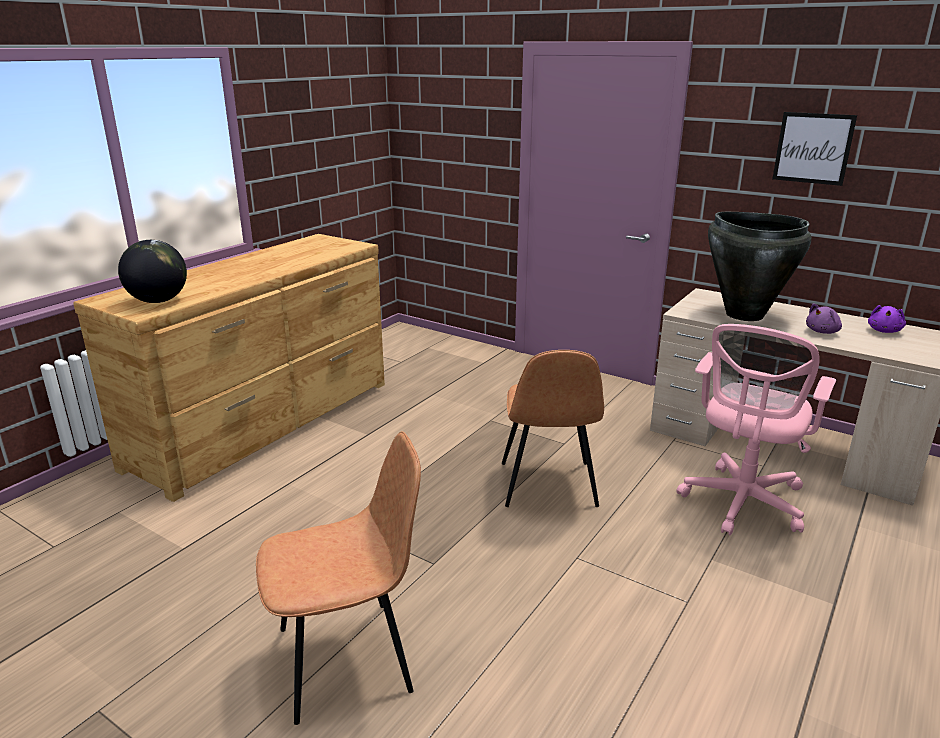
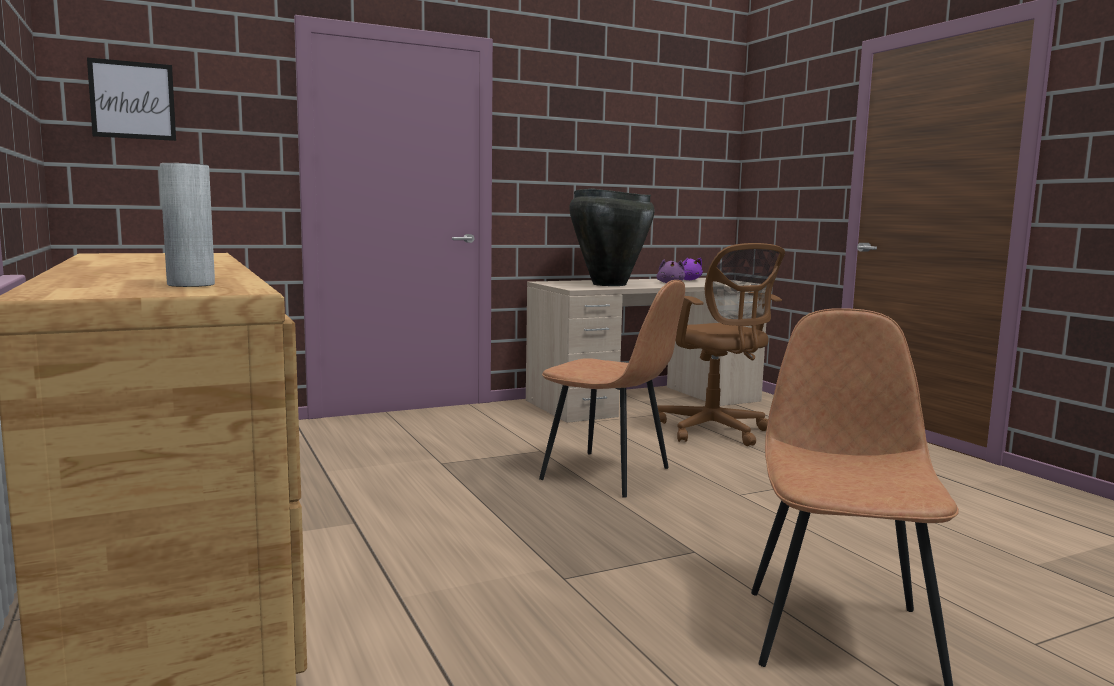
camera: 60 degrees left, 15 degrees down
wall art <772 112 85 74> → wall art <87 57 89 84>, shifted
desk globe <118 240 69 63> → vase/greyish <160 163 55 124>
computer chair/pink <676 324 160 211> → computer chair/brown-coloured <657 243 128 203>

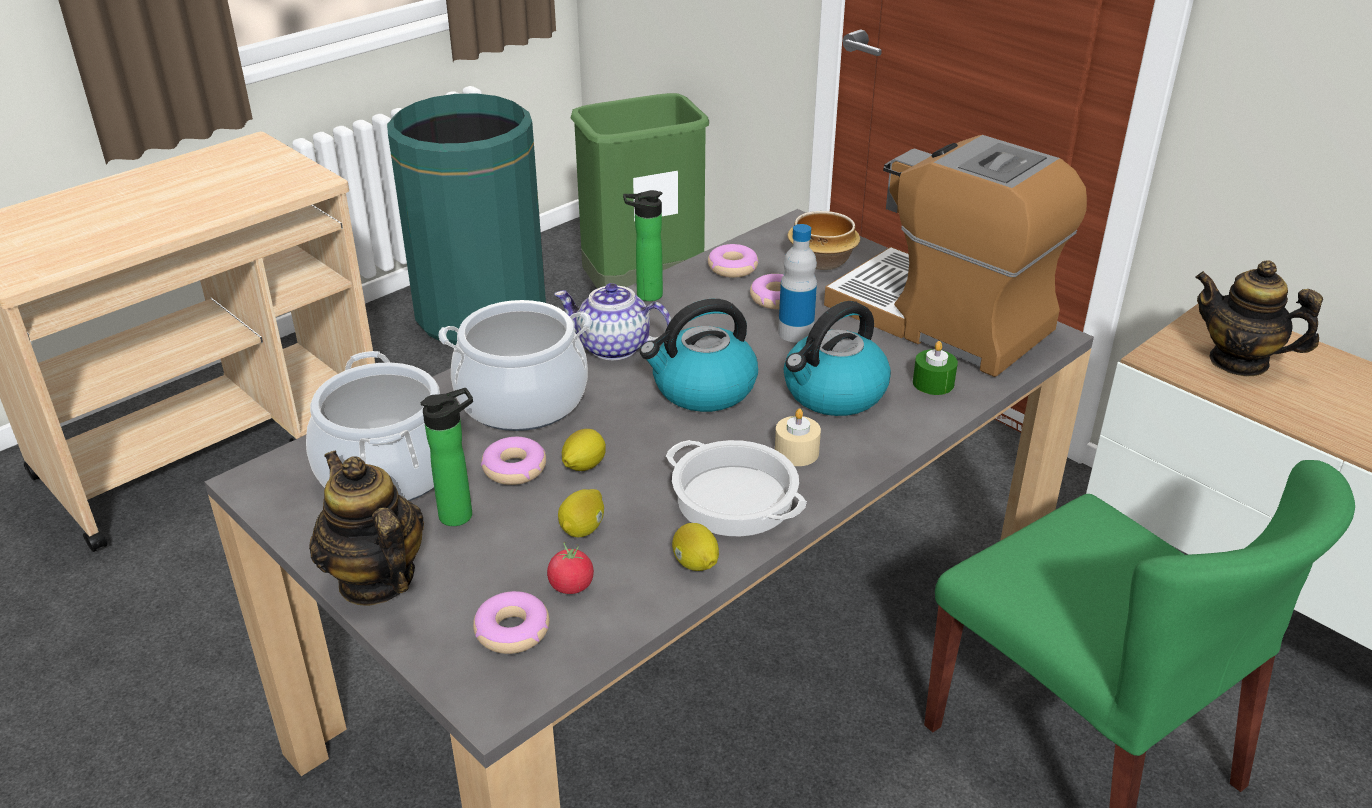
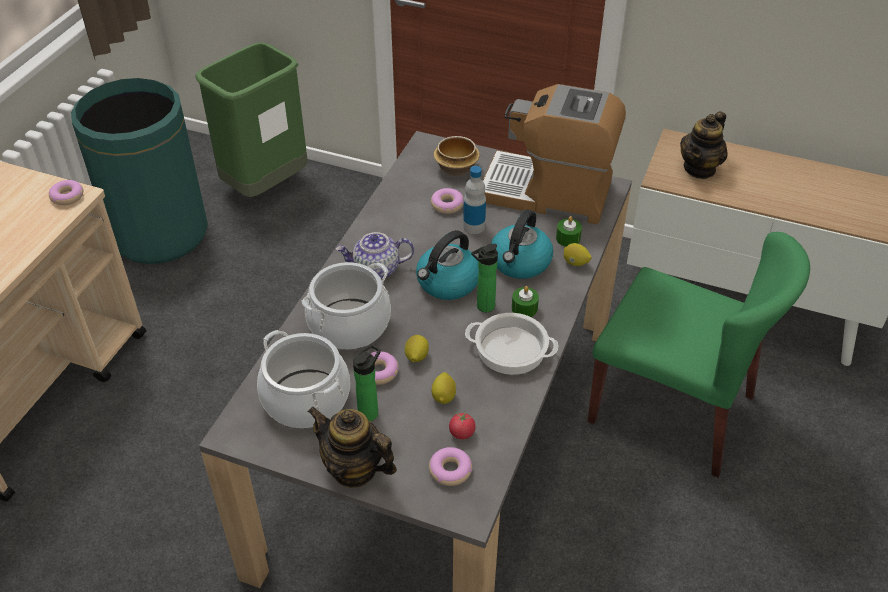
camera: 25 degrees left, 10 degrees up
doughnut <708 244 50 34> → doughnut <49 180 34 25>, shifted
bottle <623 190 40 111> → bottle <471 244 27 68>, shifted
wax candle/beige-coloured <775 408 46 58> → wax candle/green <512 286 27 31>
whole lemon <672 523 47 48> → whole lemon <564 243 28 23>, shifted
pot for tea <1195 260 128 116> → pot for tea <680 111 48 68>, 60 degrees counterclockwise

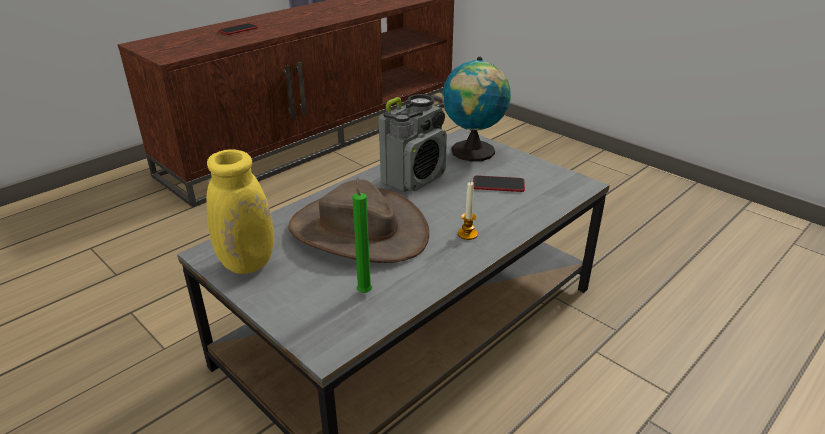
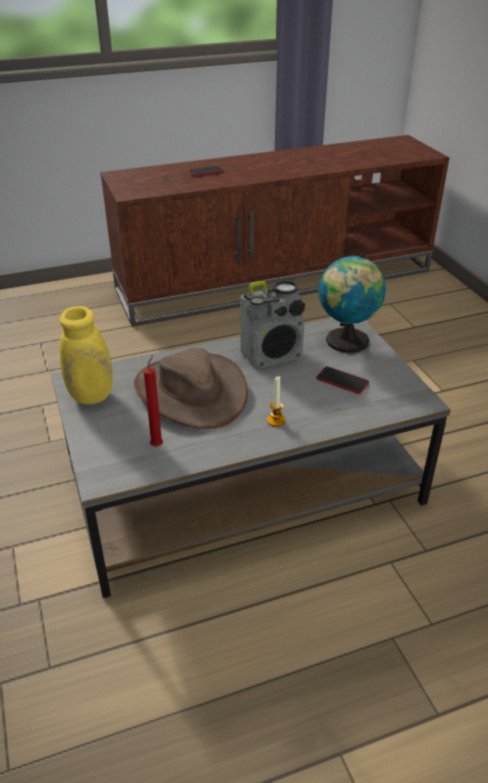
camera: 25 degrees right, 5 degrees up
wax candle/green <352 177 20 116> → wax candle/red <143 355 20 91>

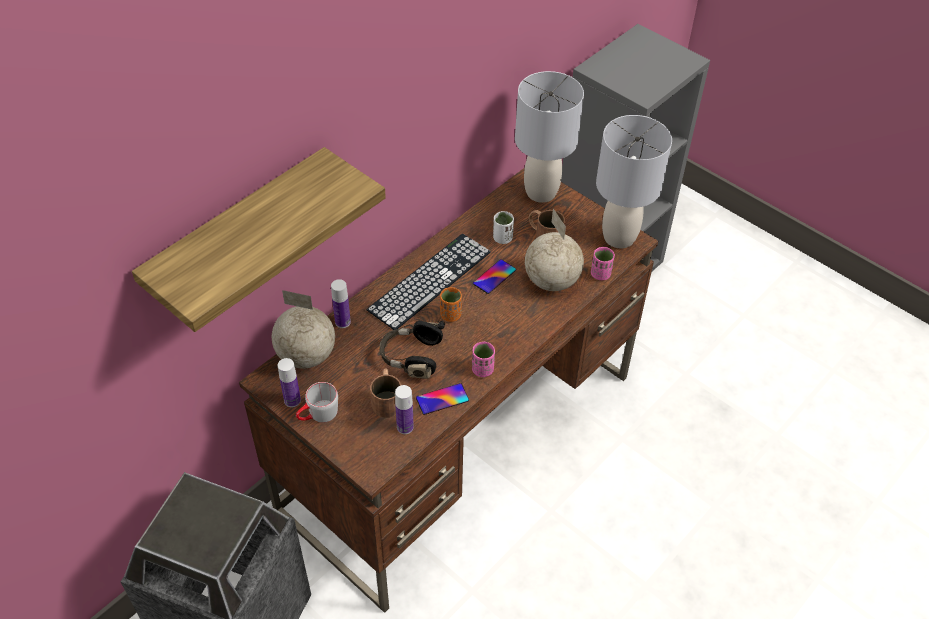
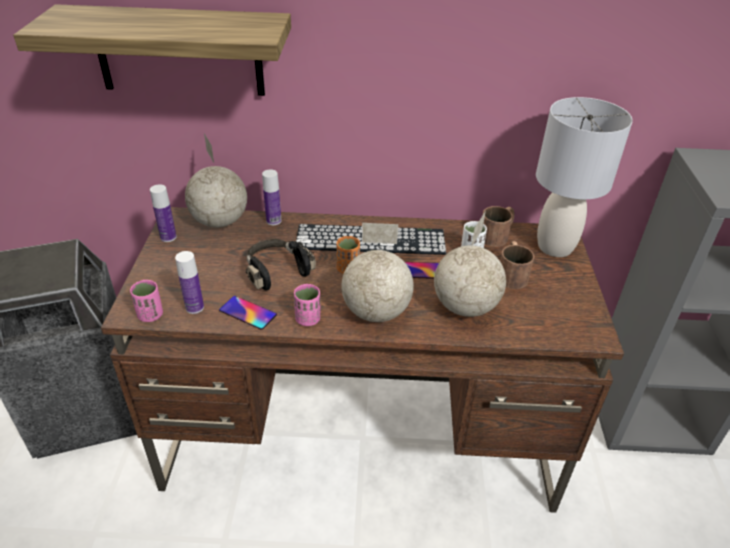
camera: 50 degrees right, 10 degrees down
drinking cup/pink <591 247 24 33> → drinking cup/pink <130 280 33 42>, shifted
- → desk globe <341 223 73 99>
tea mug/brown-coloured <370 368 31 50> → tea mug/brown-coloured <482 206 32 41>, shifted
tea mug/greyish <296 382 42 41> → -
tabletop lamp/greyish <596 115 76 133> → -

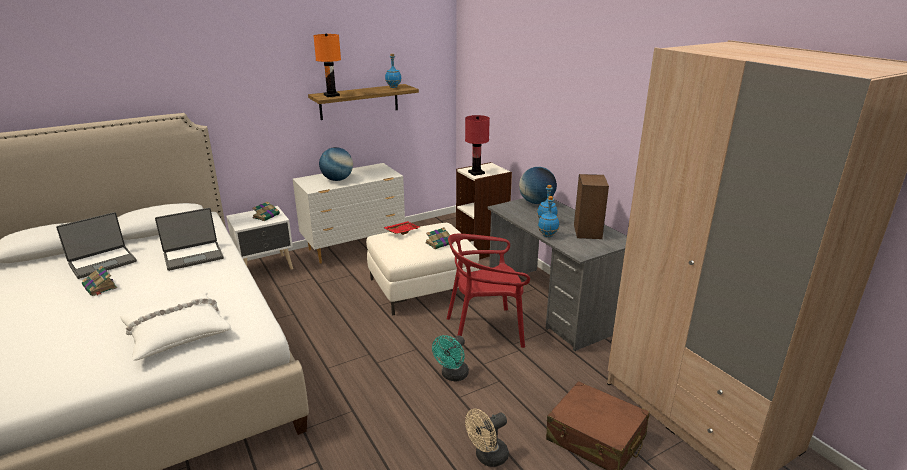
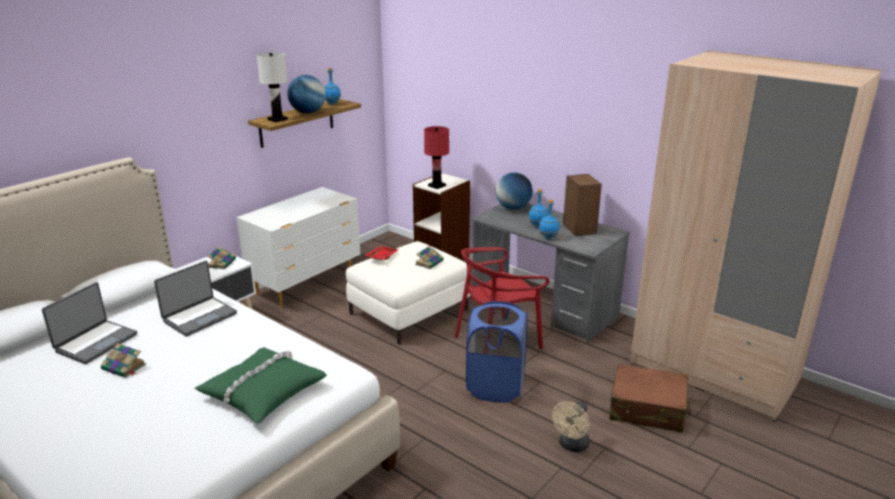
camera: 20 degrees left, 0 degrees up
pillow/whitish <120 292 111 69> → pillow/green <195 347 132 77>
tabletop lamp/orangey <313 34 28 63> → tabletop lamp/whitish <257 52 31 70>
desk globe <319 147 34 34> → desk globe <287 75 38 38>, shifted
fan/turquoise-coloured <432 335 37 47> → washing basket/blue <466 301 62 102>

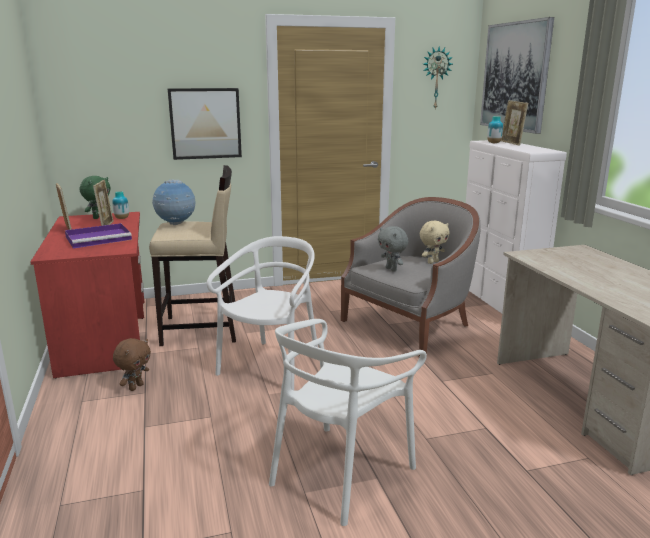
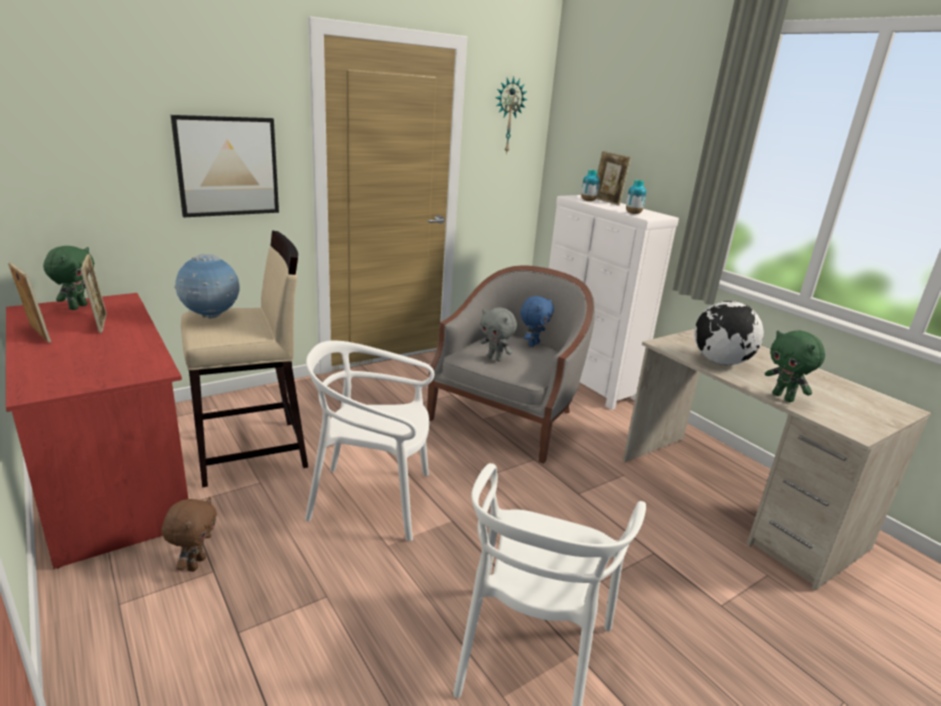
camera: 20 degrees left, 5 degrees up
upright chair/whitish <207 236 111 154> → upright chair/whitish <305 340 129 201>, 90 degrees counterclockwise
plush toy/beige-coloured <420 221 30 43> → plush toy/blue <520 296 34 51>
vase <113 191 16 28> → vase <626 180 20 34>, shifted
- → desk globe <694 301 70 64>
- → plush toy/green <765 331 60 71>
tray/purple <65 223 67 26> → -
wall art <480 17 74 117> → -

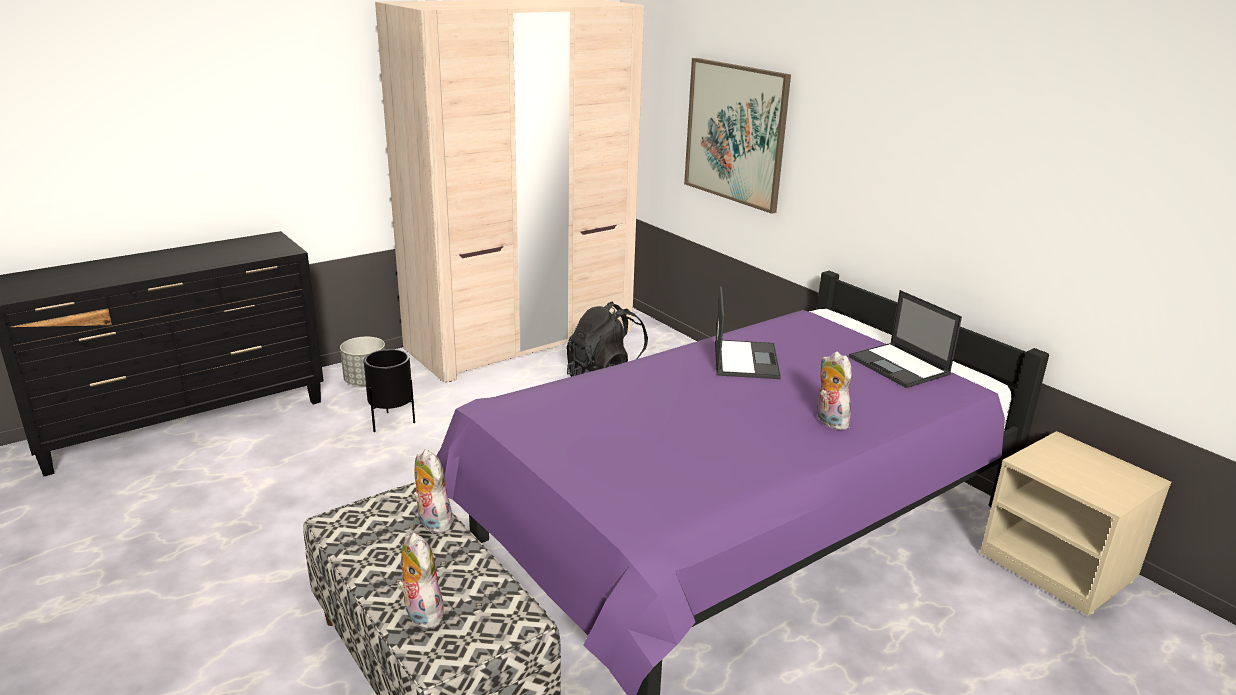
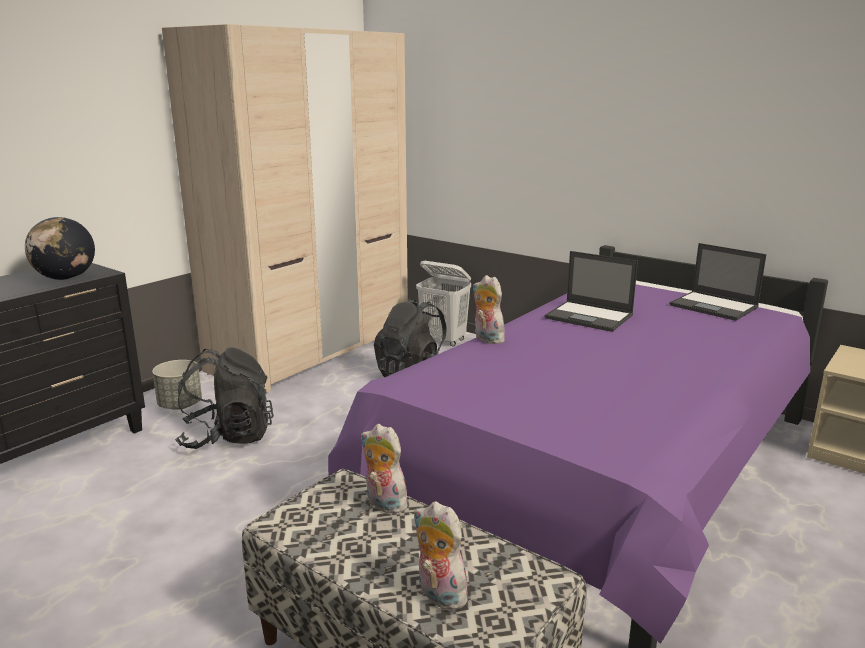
camera: 15 degrees left, 5 degrees down
- → desk globe <25 217 70 63>
plant pot/black <363 349 52 83> → knapsack/black <175 348 99 101>
- → washing basket/whitish <416 261 55 86>
plush toy <817 351 35 79> → plush toy <473 275 33 69>, shifted
notebook computer <715 286 66 93> → notebook computer <545 251 93 81>, 135 degrees clockwise
wall art <684 58 107 156> → -

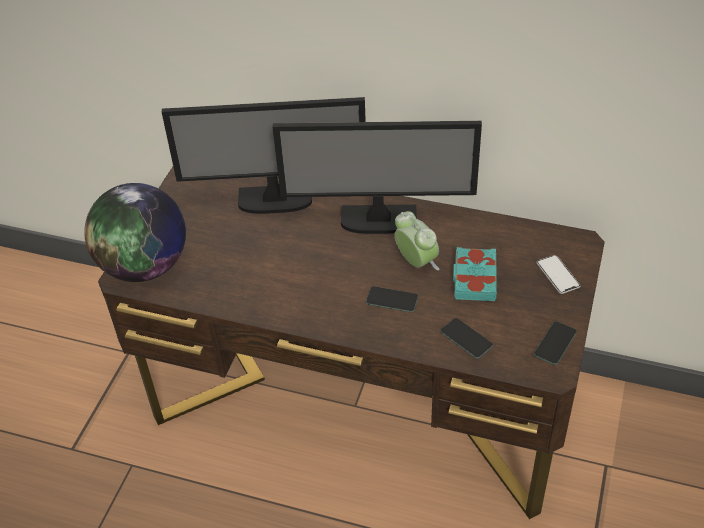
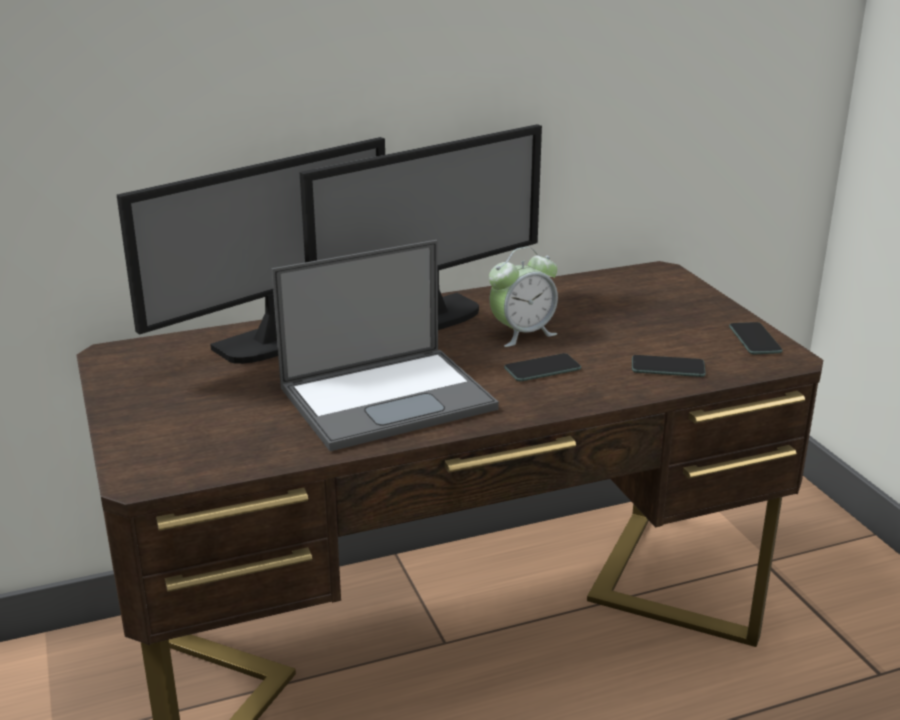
camera: 40 degrees left, 20 degrees down
- → notebook computer <272 240 227 211>
bedside clock <394 211 45 59> → bedside clock <489 247 69 100>, 135 degrees clockwise
desk globe <84 183 102 99> → -
volume/turquoise-coloured <453 247 44 54> → -
telephone <536 255 44 39> → -

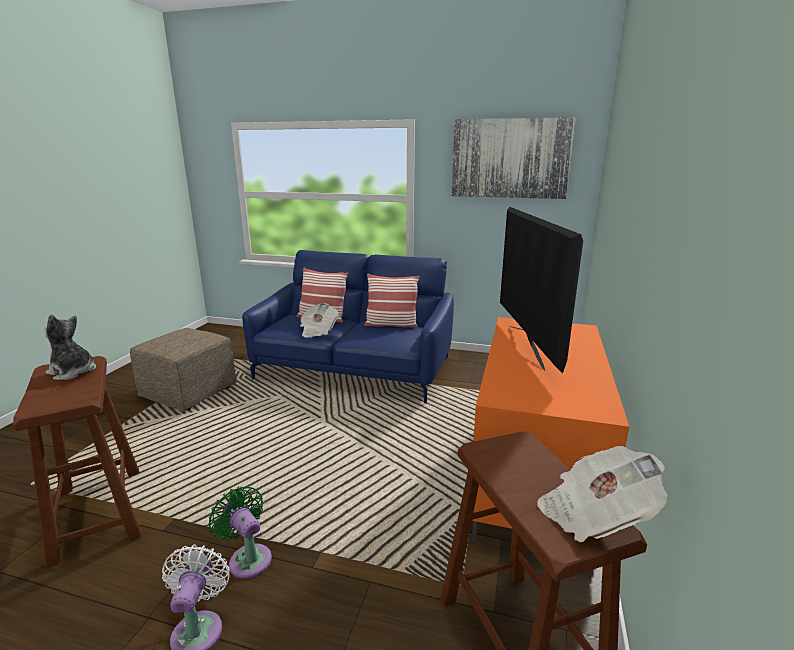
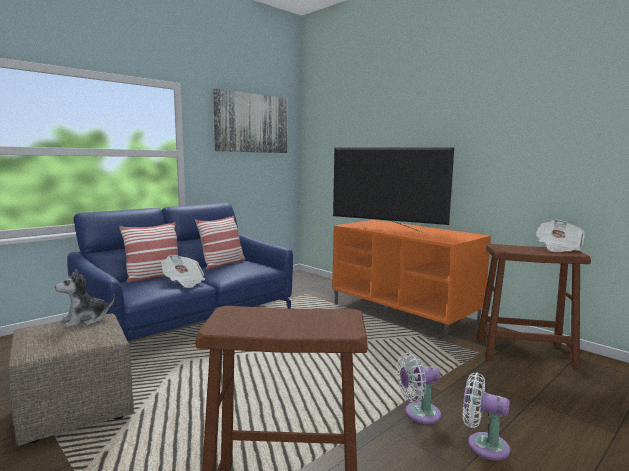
camera: 60 degrees left, 10 degrees down
plush toy <44 314 52 66> → plush toy <55 269 60 59>, shifted
fan/green <209 486 63 93> → fan/whitish <397 352 44 72>

